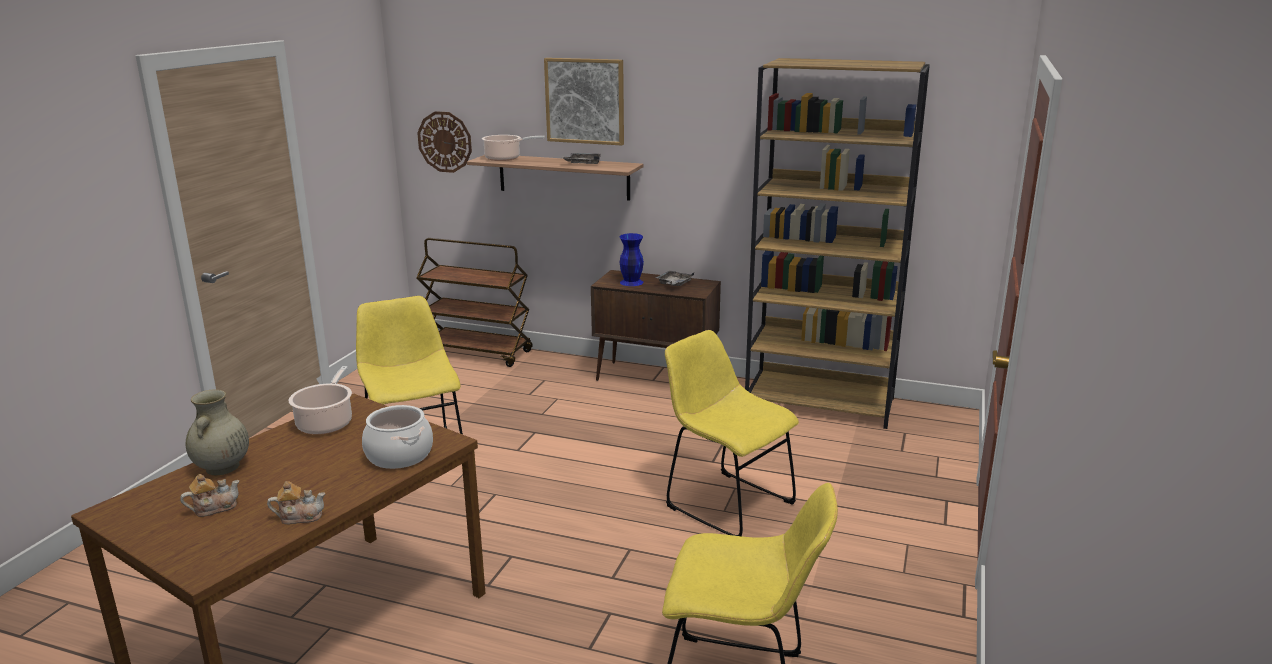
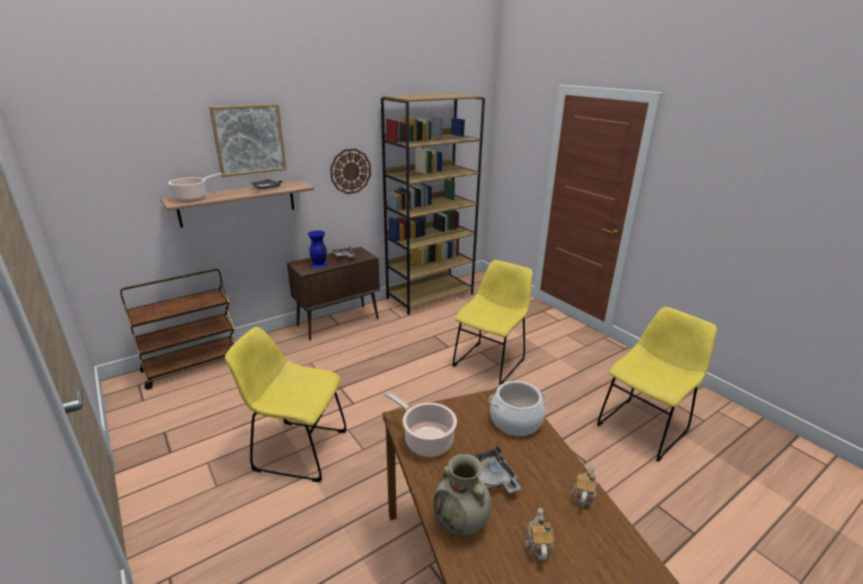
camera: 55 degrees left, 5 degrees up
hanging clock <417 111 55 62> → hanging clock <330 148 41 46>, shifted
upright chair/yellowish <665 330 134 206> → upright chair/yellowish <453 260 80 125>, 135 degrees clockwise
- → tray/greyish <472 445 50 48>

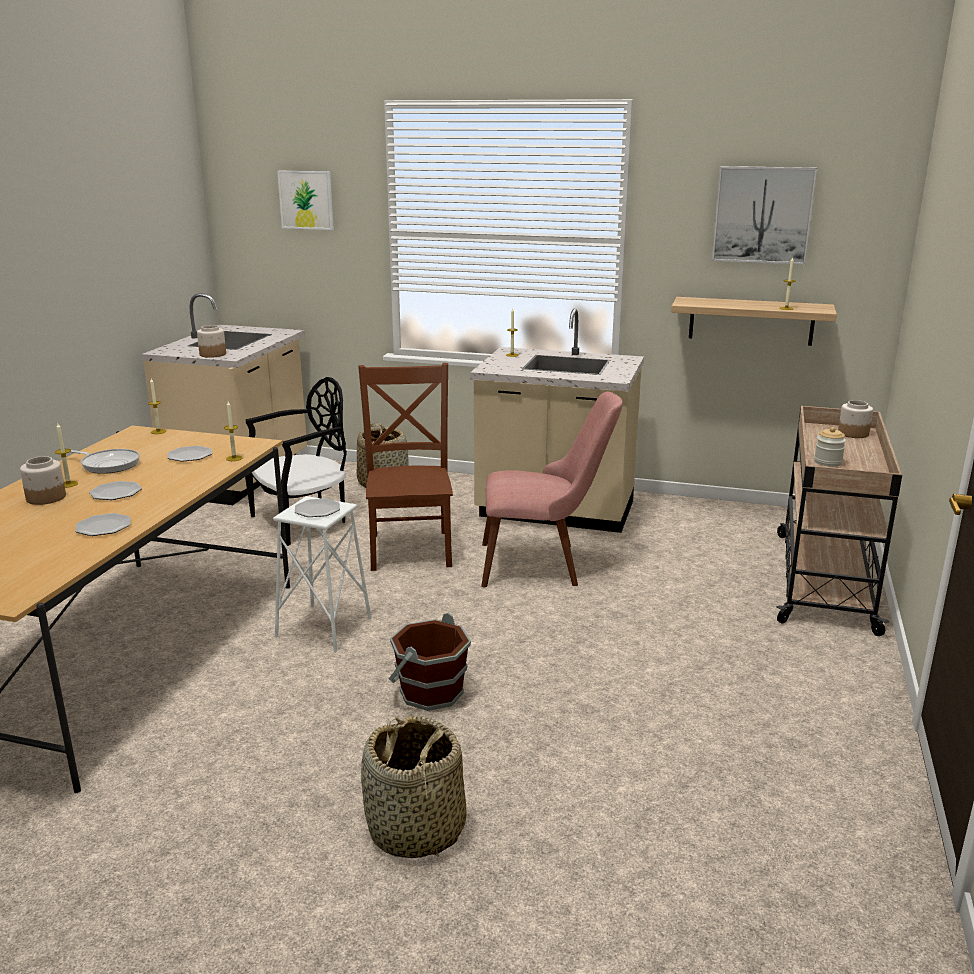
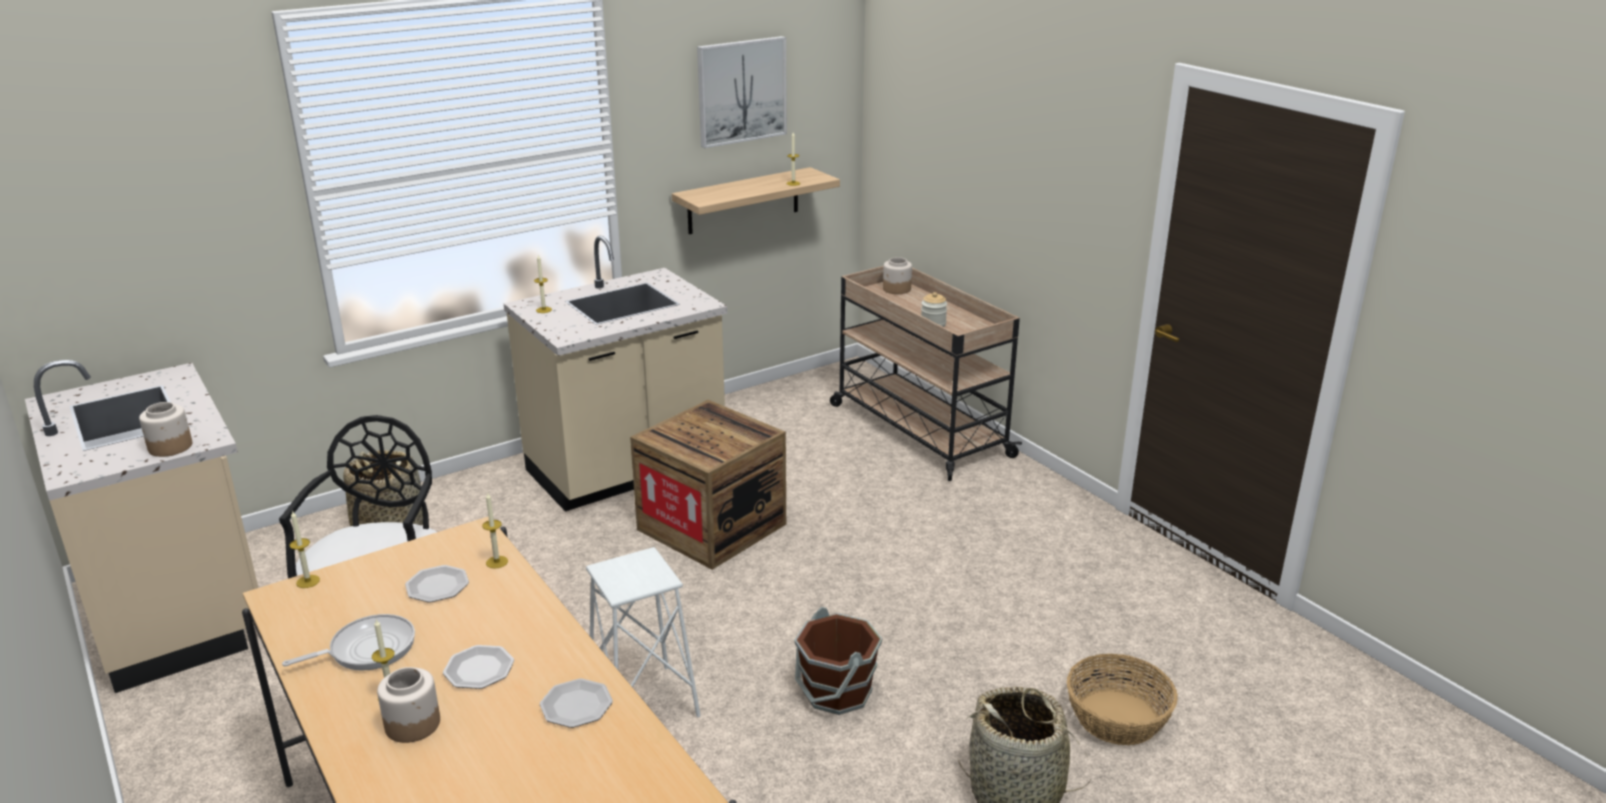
camera: 50 degrees left, 5 degrees up
upright chair/pink <481 392 142 195> → shipping crate <630 400 156 170>
- → basket <1067 654 111 91>
wall art <277 171 57 59> → -
flat dish <295 498 45 19> → -
upright chair/brown-coloured <358 363 95 208> → -

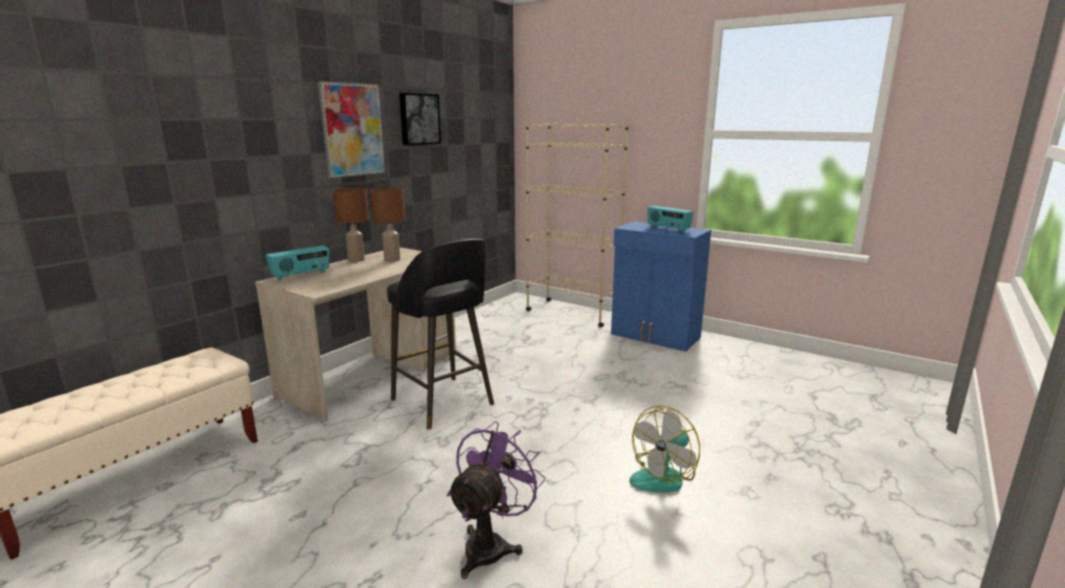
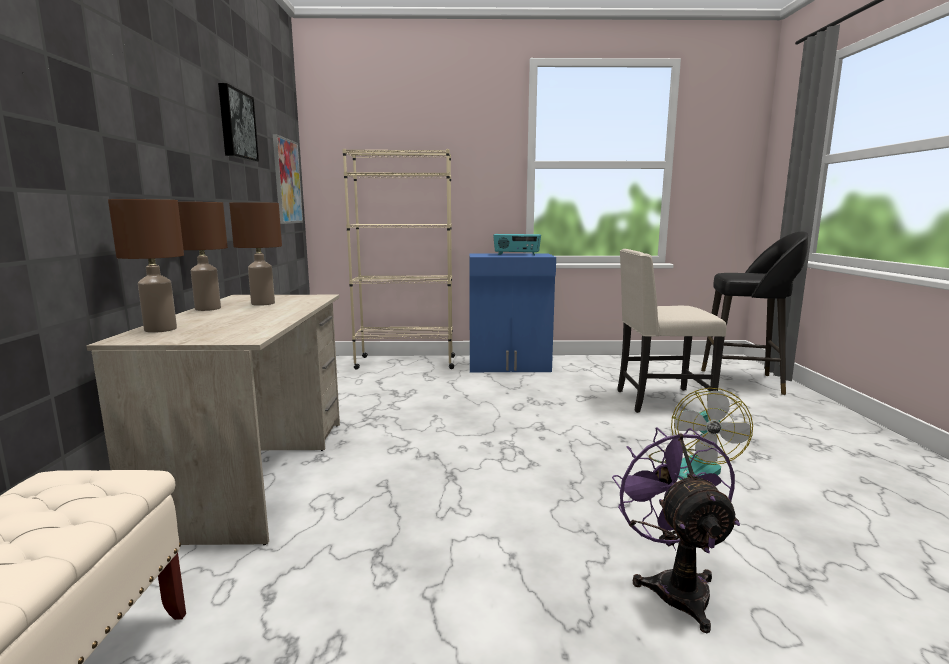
camera: 35 degrees left, 5 degrees down
radio set <266 246 63 35> → tabletop lamp/brown-coloured <108 199 76 134>
wall art <318 81 67 97> → wall art <273 134 30 90>, shifted
- → upright chair/beige-coloured <618 249 108 164>
stool/black <387 239 107 191> → stool/black <701 231 107 164>, shifted

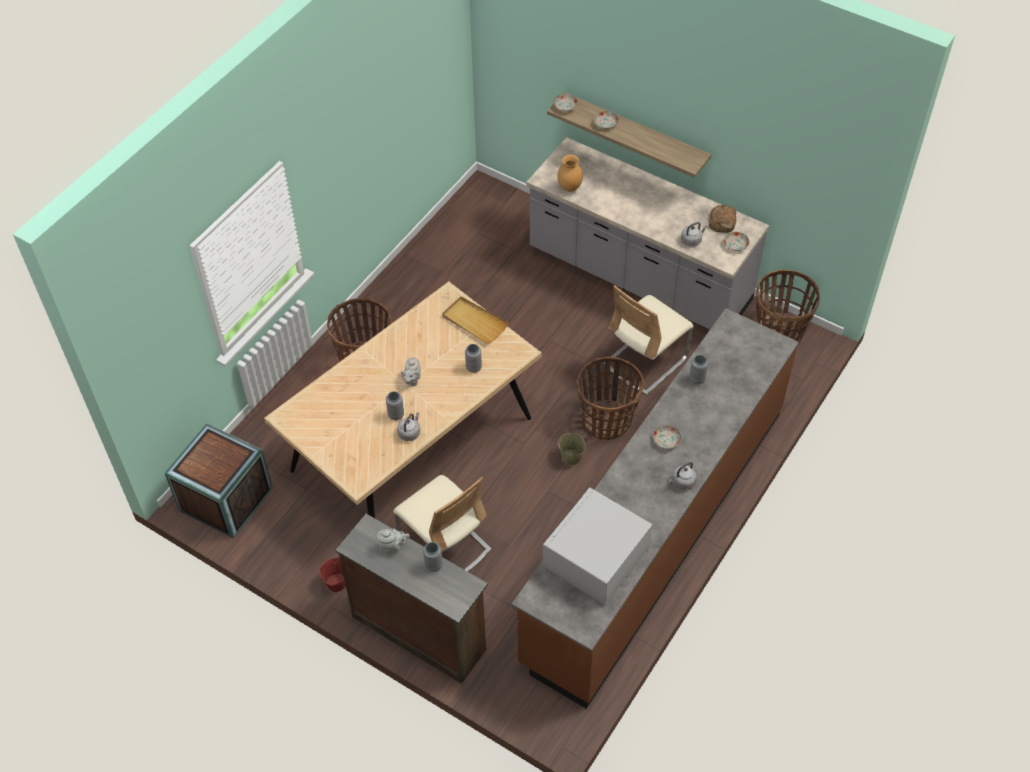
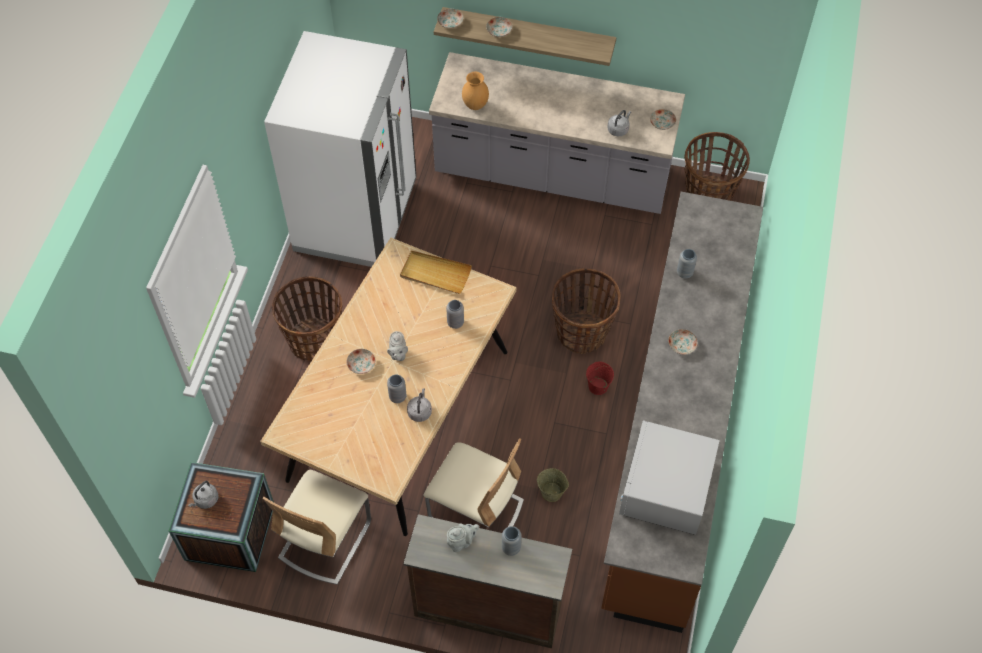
camera: 20 degrees left, 5 degrees up
tea kettle/greyish <668 462 29 28> → tea kettle/greyish <188 481 30 28>, shifted
upright chair/beige-coloured <604 285 89 110> → upright chair/beige-coloured <262 470 109 115>, shifted
- → refrigerator/whitish <264 31 152 236>
- → flat dish <347 349 29 25>
water bucket/beige-coloured <558 432 28 33> → water bucket/beige-coloured <537 468 32 34>, shifted
water bucket/red <320 558 26 34> → water bucket/red <586 361 28 34>, shifted
bakery bread <709 205 27 28> → -

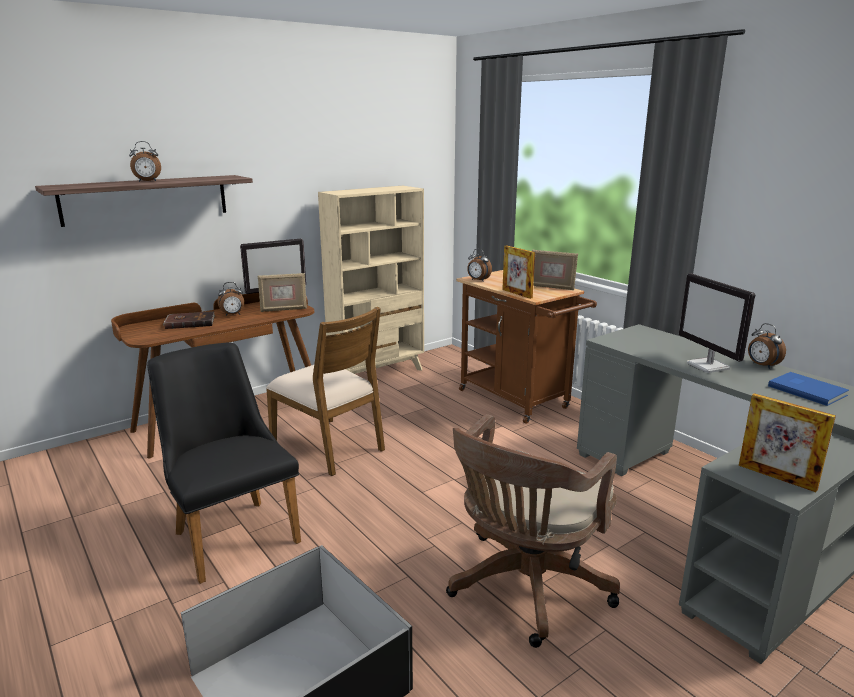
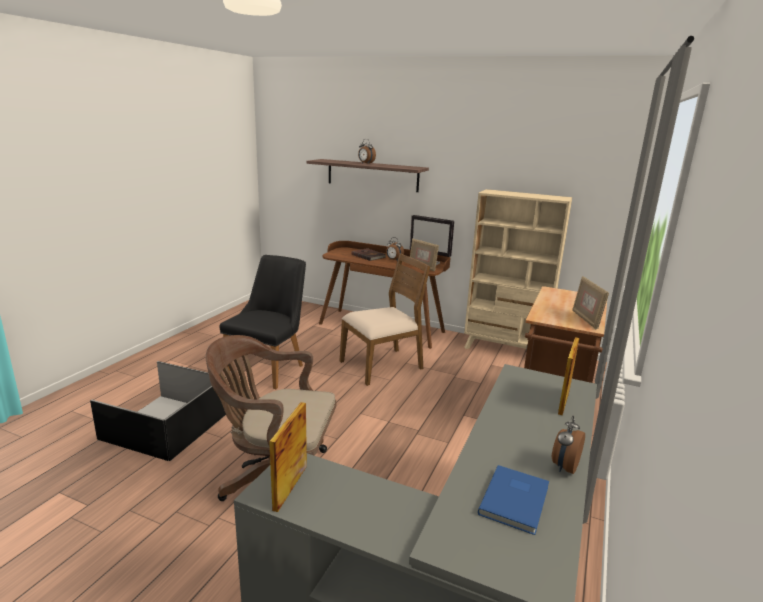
camera: 60 degrees right, 0 degrees up
upright chair/brown-coloured <266 307 119 169> → upright chair/brown-coloured <340 253 90 133>, 135 degrees counterclockwise
photo frame <502 245 33 54> → photo frame <558 337 21 78>, shifted
bedside clock <467 249 25 33> → -
monitor <679 273 76 100> → -

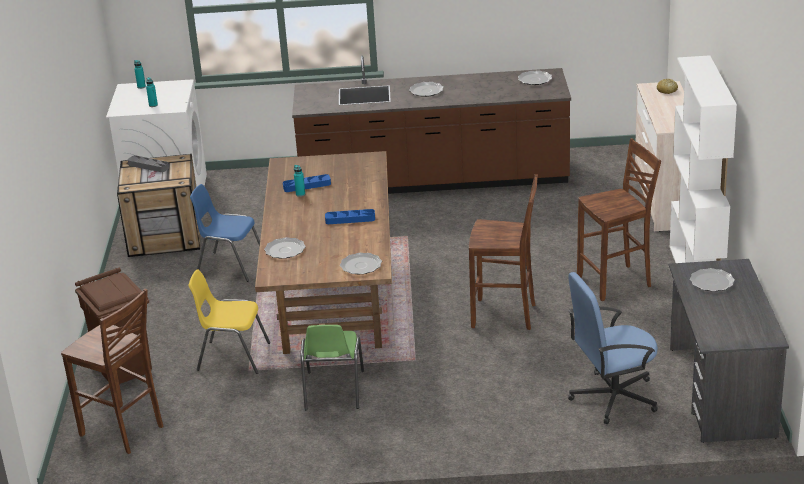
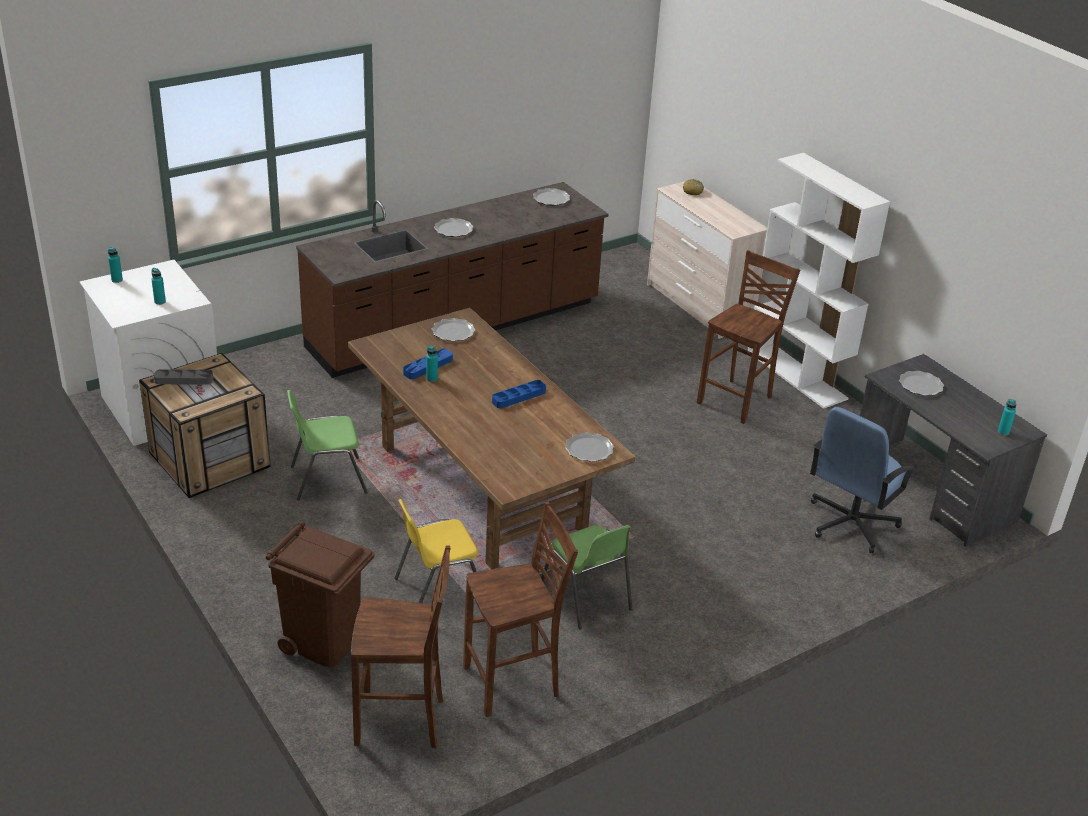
camera: 35 degrees left, 5 degrees up
upright chair/blue <190 184 70 98> → upright chair/green <287 390 81 110>
flat dish <264 237 42 21> → flat dish <432 318 44 23>, shifted
stool/brown-coloured <469 174 69 156> → stool/brown-coloured <463 502 115 215>, shifted
- → bottle/turquoise-coloured <998 399 18 37>

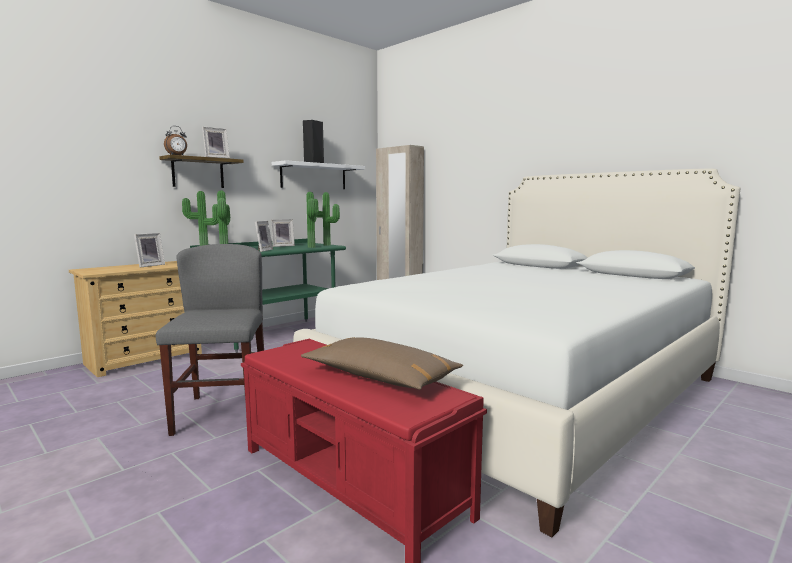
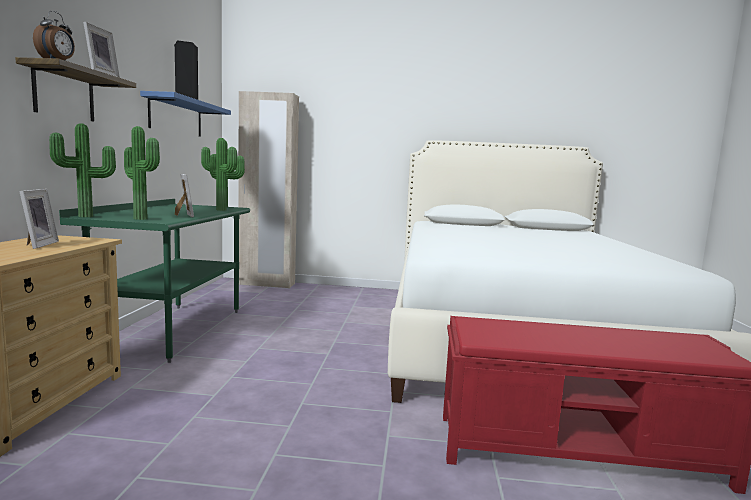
camera: 40 degrees left, 0 degrees up
shelf/whitish <272 160 93 29> → shelf/blue <140 91 91 46>
upright chair/greyish <156 244 108 192> → -
photo frame <271 219 24 28> → -
pillow/brown-coloured <301 337 162 53> → -

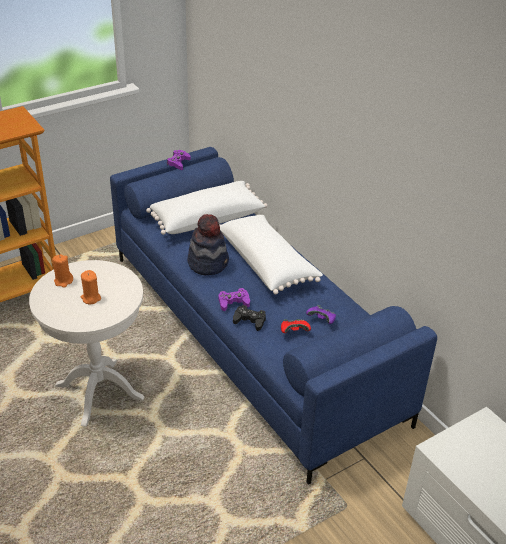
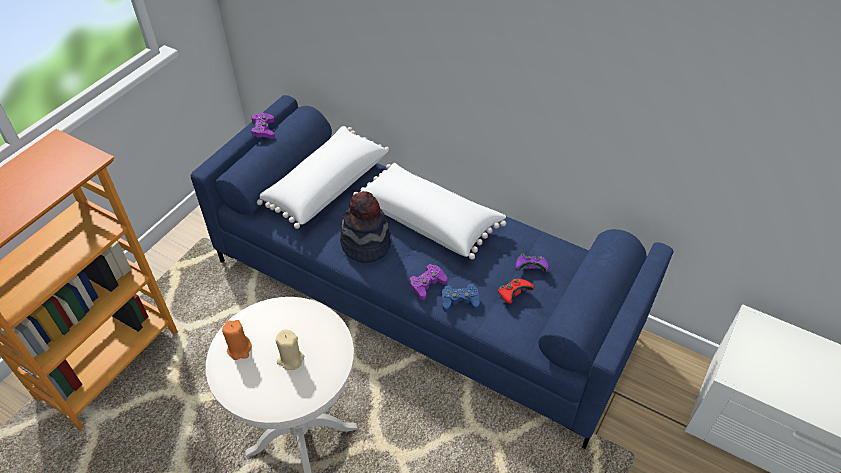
camera: 25 degrees left, 10 degrees up
wax candle/orangey <81 270 20 34> → wax candle/beige-coloured <276 329 28 41>
game controller/black <233 305 33 26> → game controller/blue <442 284 38 28>

